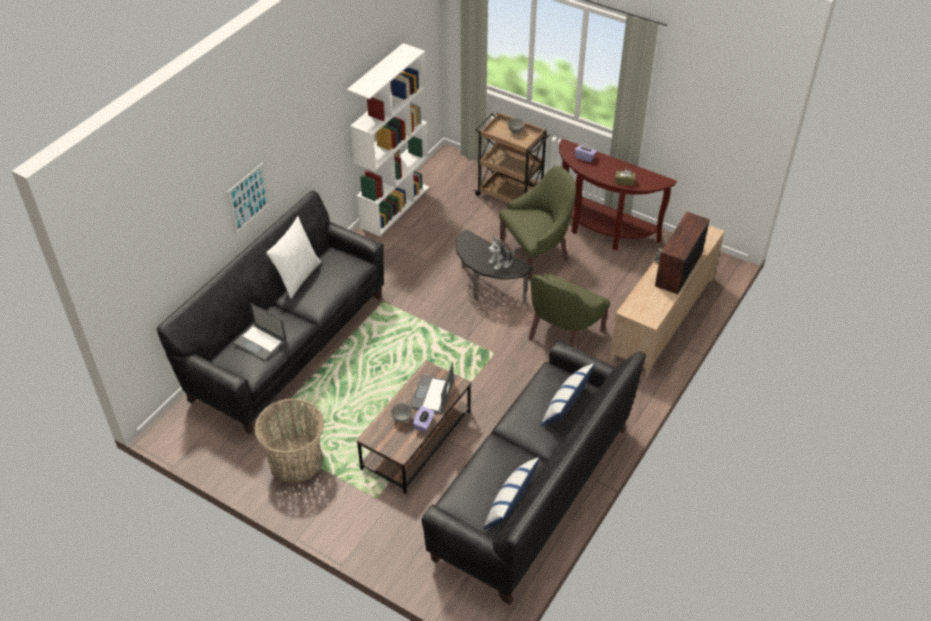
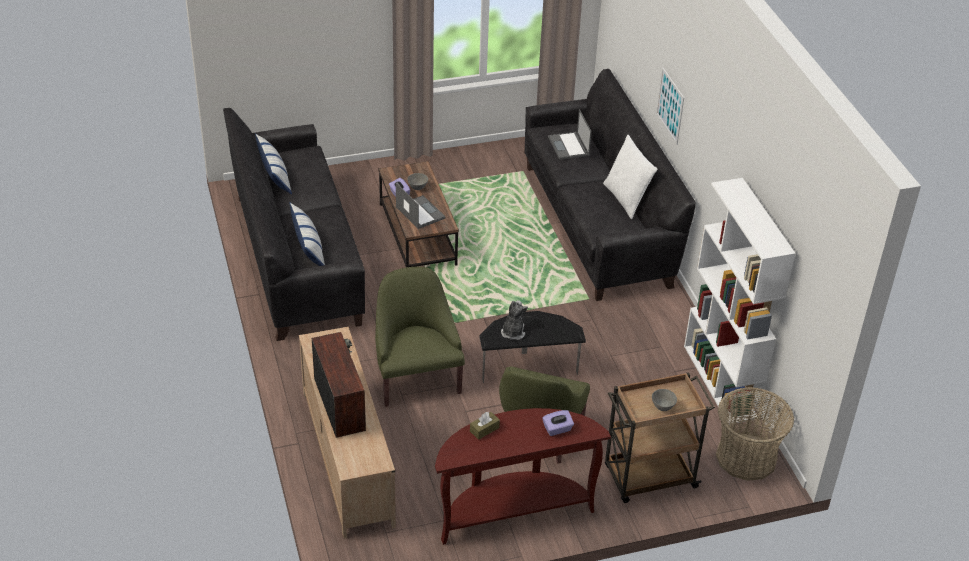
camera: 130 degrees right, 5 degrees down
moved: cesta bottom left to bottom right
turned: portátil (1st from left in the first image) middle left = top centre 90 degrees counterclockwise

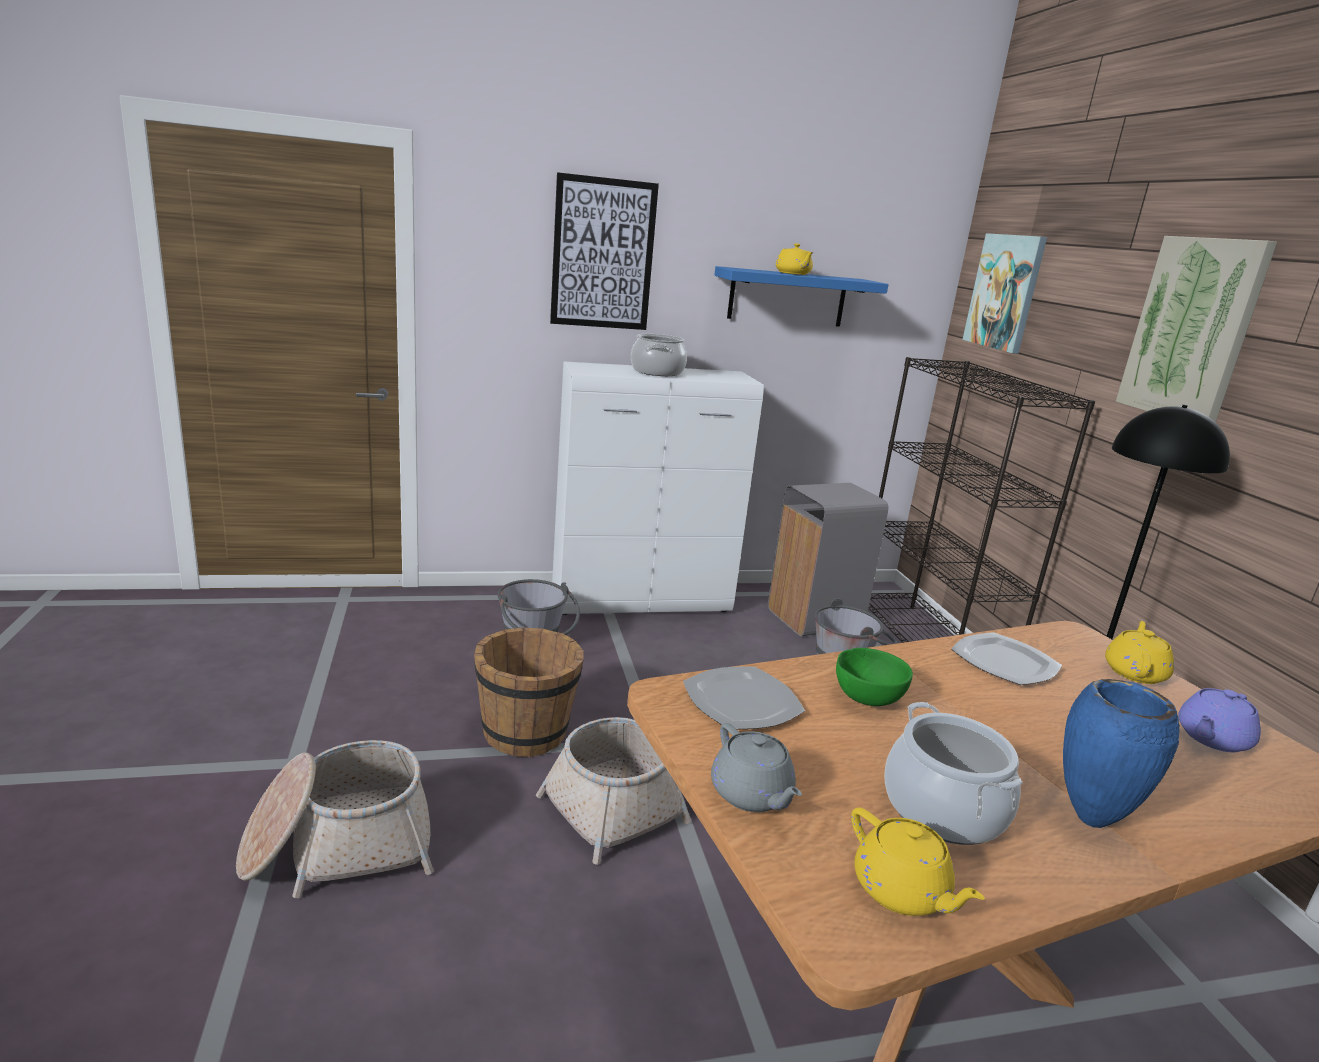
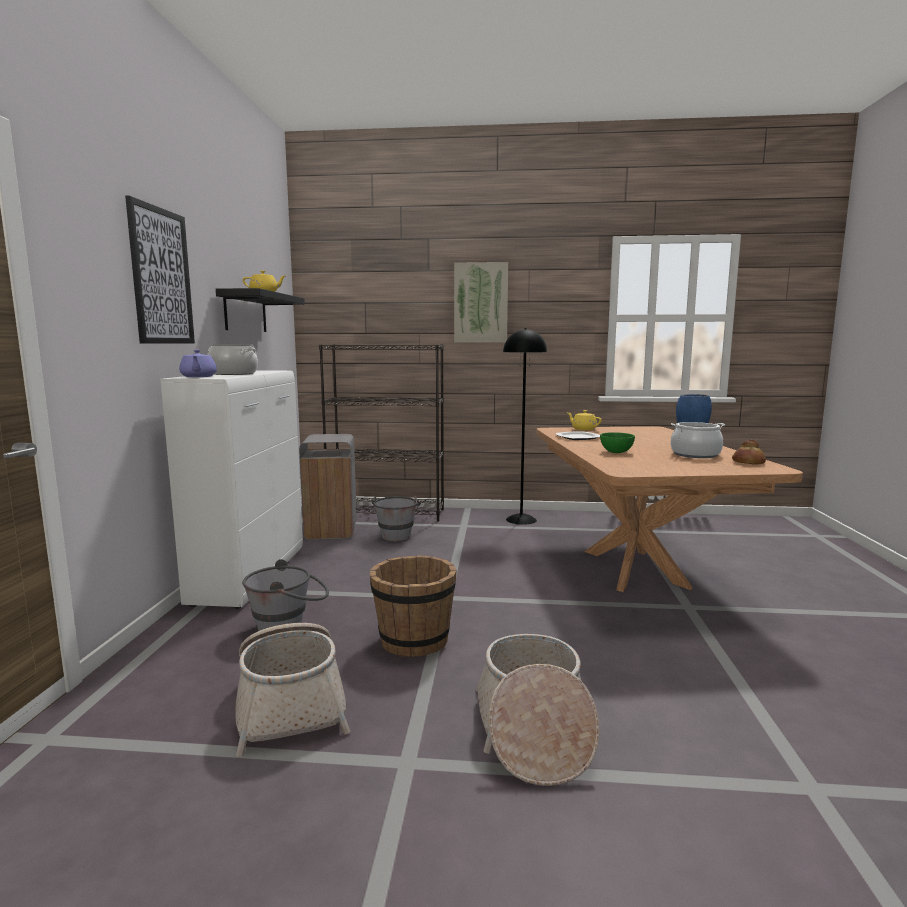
camera: 70 degrees left, 10 degrees down
removed: plato (1st from left) centre; tetera/gris bottom centre; cuadro (2nd from left) top right
moved: tetera/morado bottom right to middle left; cesta (2nd from left in the first image) bottom centre to cesta (1st from left) bottom left
replaced: tetera/amarillo (2nd from left) bottom right to pan middle right
recoloured: estante/azul top centre to estante/negro middle left

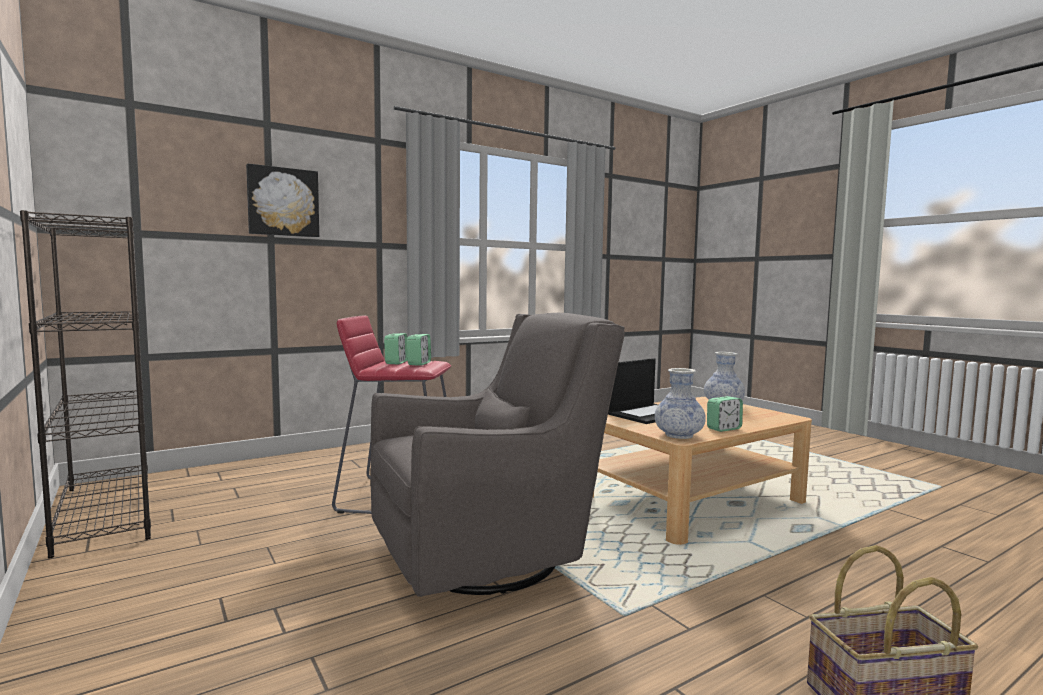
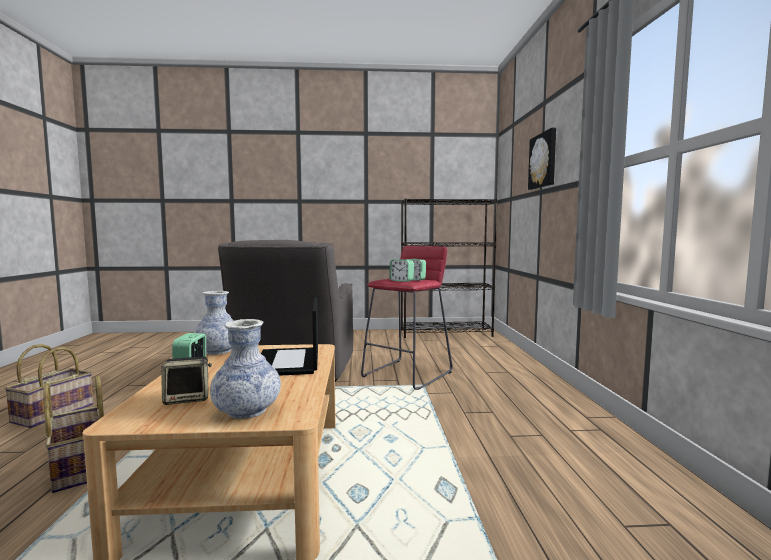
camera: 120 degrees right, 0 degrees up
added: cesta (2nd from left) bottom left; altavoz bottom left

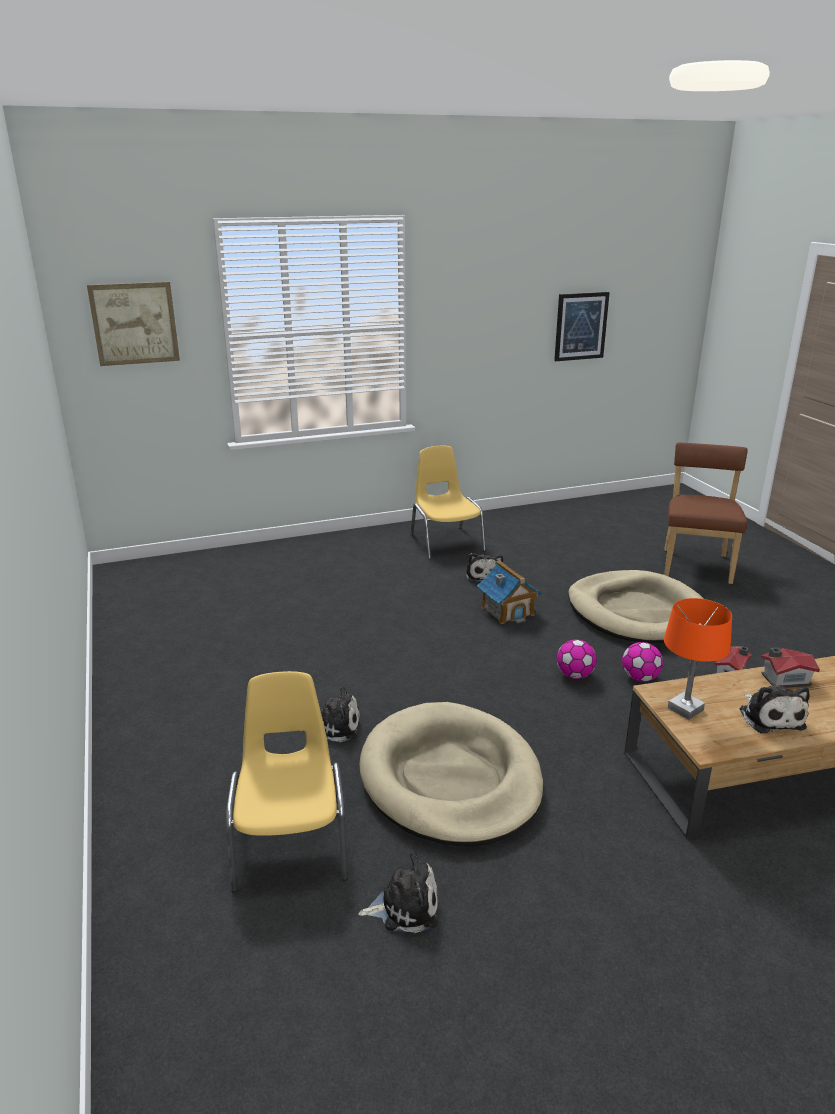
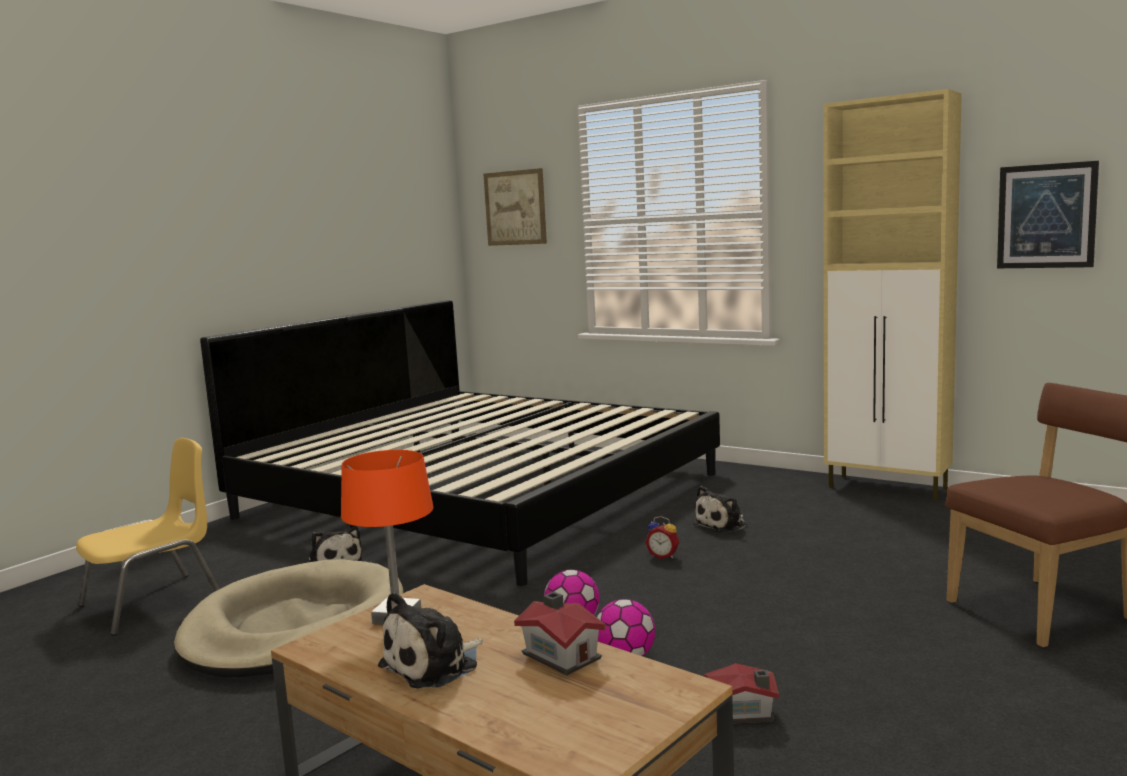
camera: 55 degrees right, 15 degrees down
removed: peluche (2nd from left) bottom centre; silla/amarillo (2nd from left) centre; cama para perro/beis (2nd from left) middle right
added: cama centre; armario/beis middle right
replaced: casita (1st from left) centre to despertador bottom centre

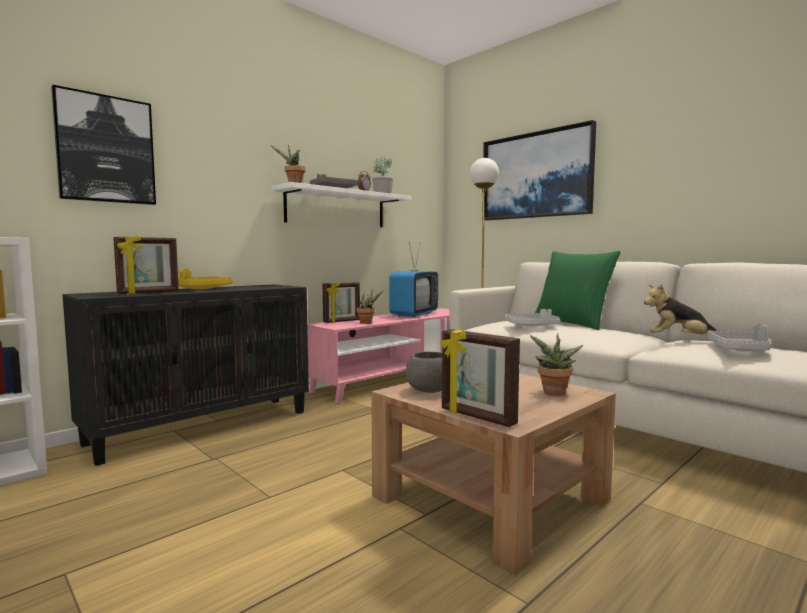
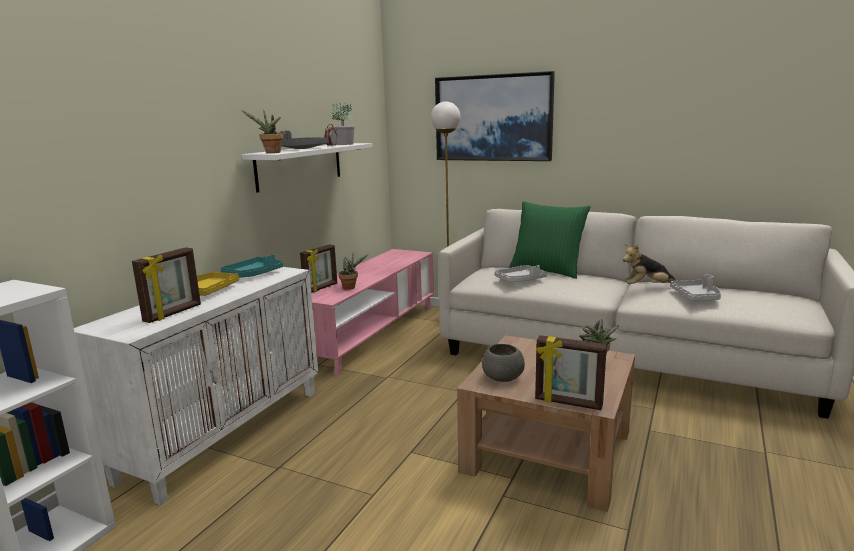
camera: 20 degrees left, 10 degrees up
removed: cuadro (1st from left) top left; televisor centre
added: bandeja/turquesa middle left
recoloured: armario/negro middle left to armario/blanco bottom left

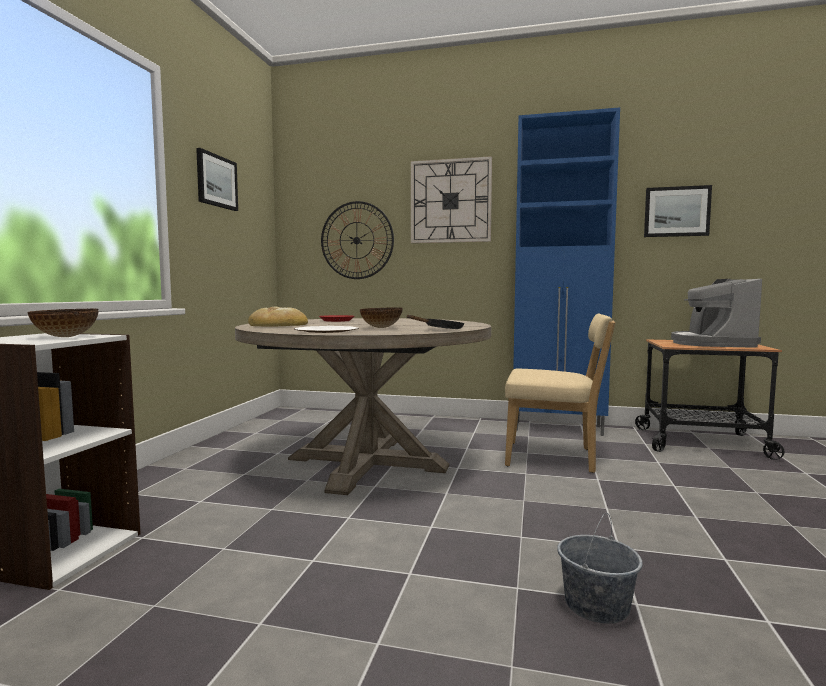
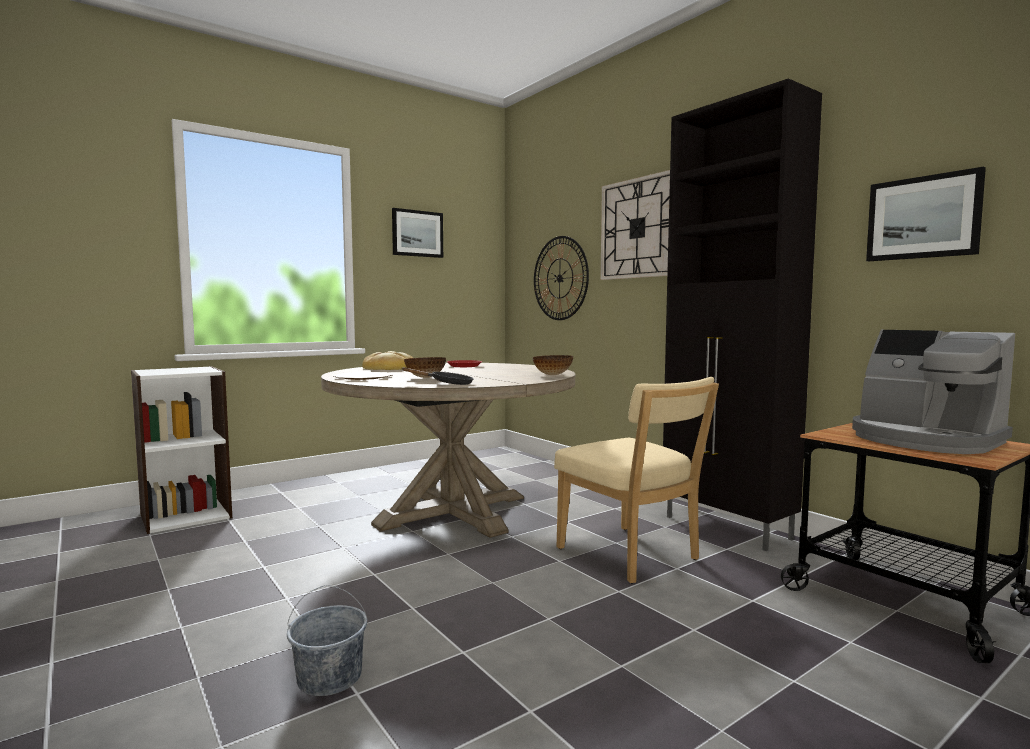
camera: 40 degrees right, 0 degrees up
moved: cuenco (1st from left in the first image) middle left to cuenco (2nd from left) centre
recoloured: armario/azul middle right to armario/negro middle right
turned: cafetera middle right = middle right 90 degrees counterclockwise

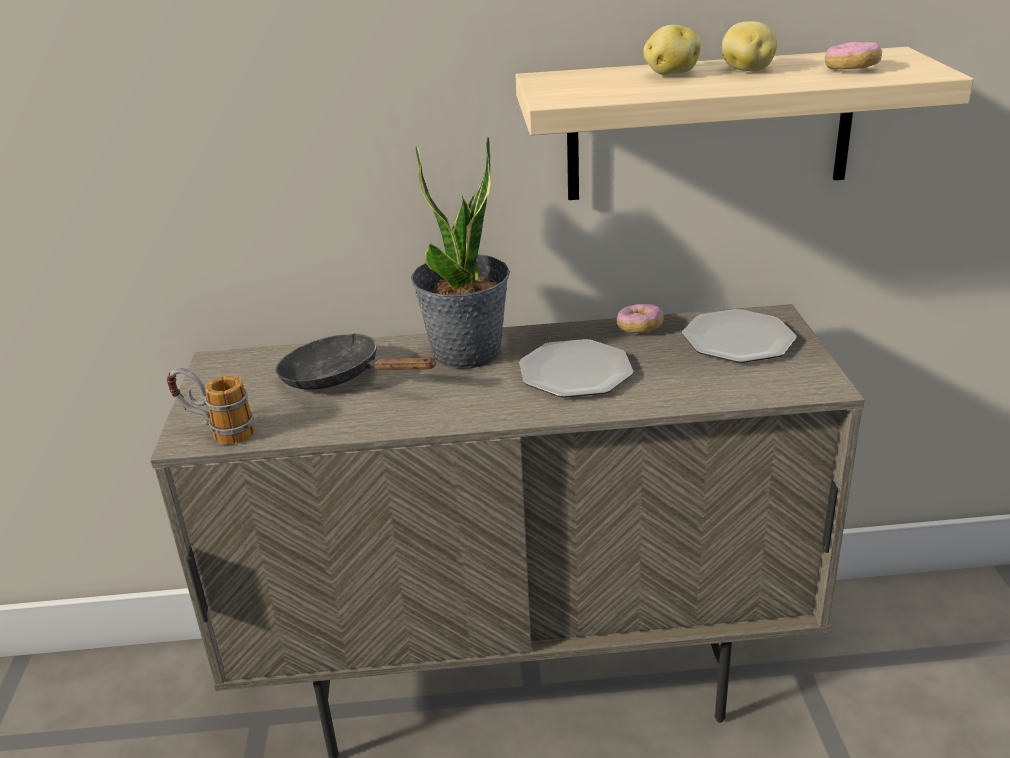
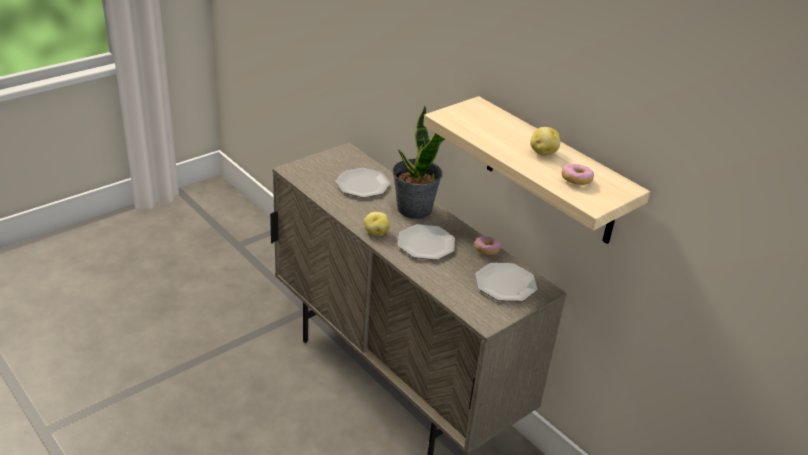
camera: 50 degrees right, 5 degrees up
removed: taza grande middle left
moved: patata (1st from left) top centre to centre
replaced: sartén/negro centre to plato (1st from left) centre

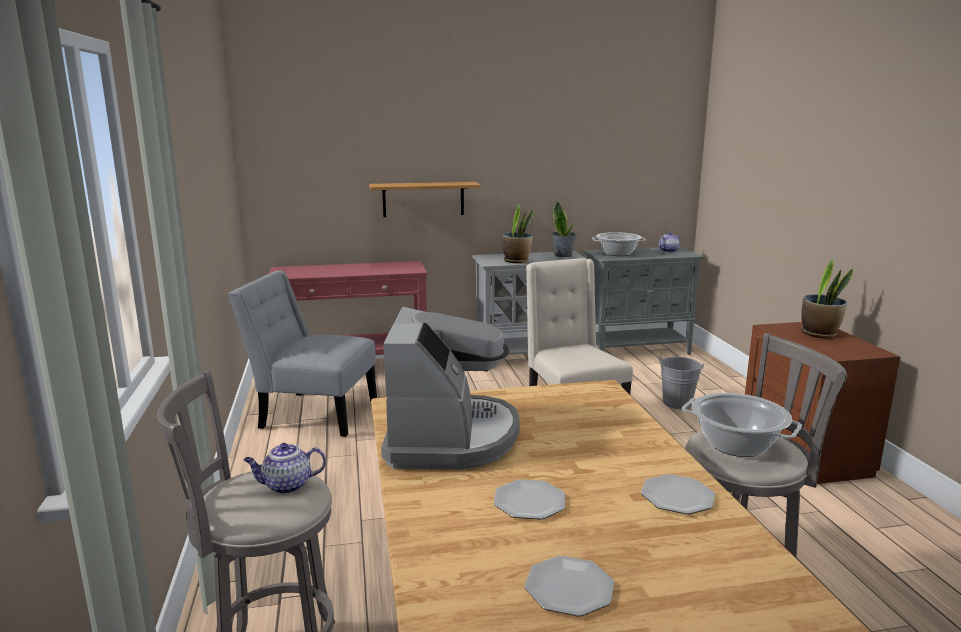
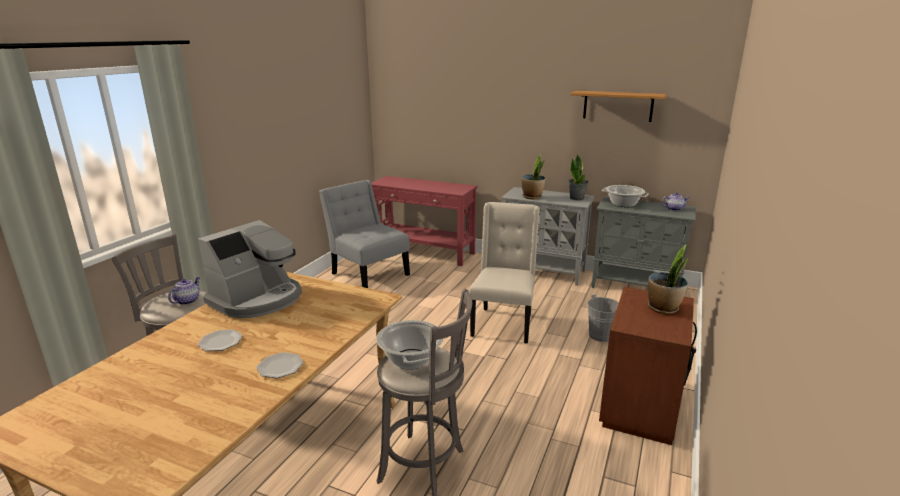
camera: 35 degrees right, 5 degrees up
removed: plato (2nd from left) bottom centre
moved: estante top centre to top right
turned: tetera (1st from left) bottom left = middle left 90 degrees clockwise

